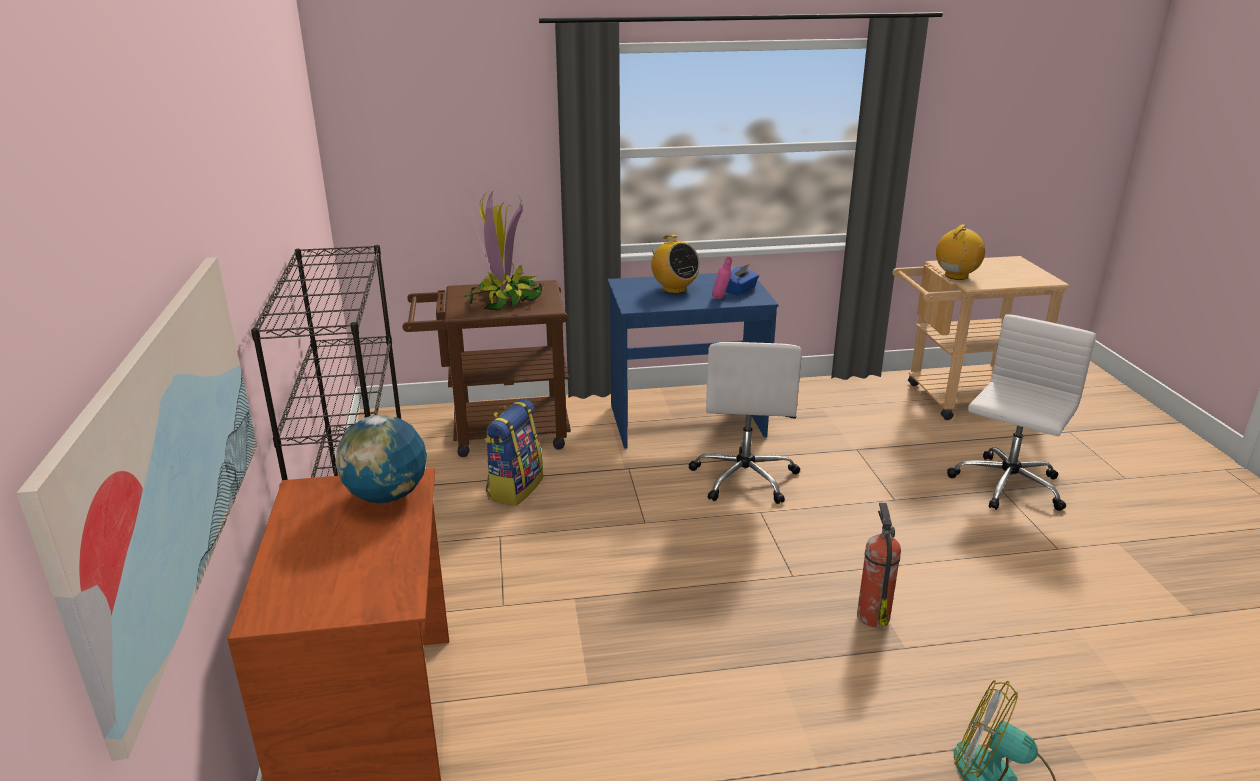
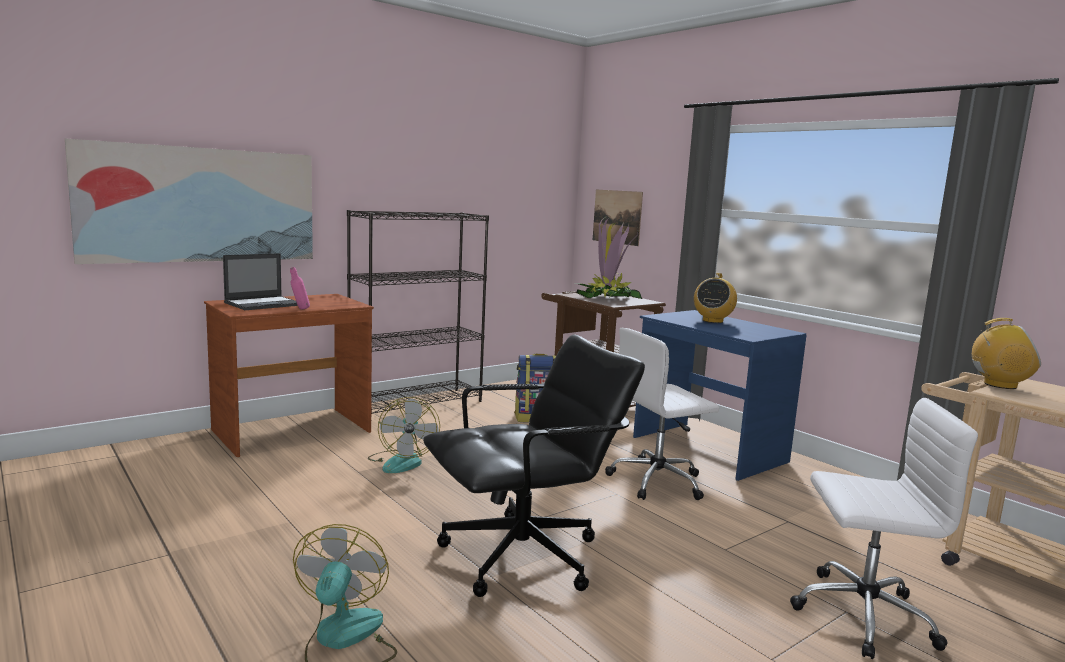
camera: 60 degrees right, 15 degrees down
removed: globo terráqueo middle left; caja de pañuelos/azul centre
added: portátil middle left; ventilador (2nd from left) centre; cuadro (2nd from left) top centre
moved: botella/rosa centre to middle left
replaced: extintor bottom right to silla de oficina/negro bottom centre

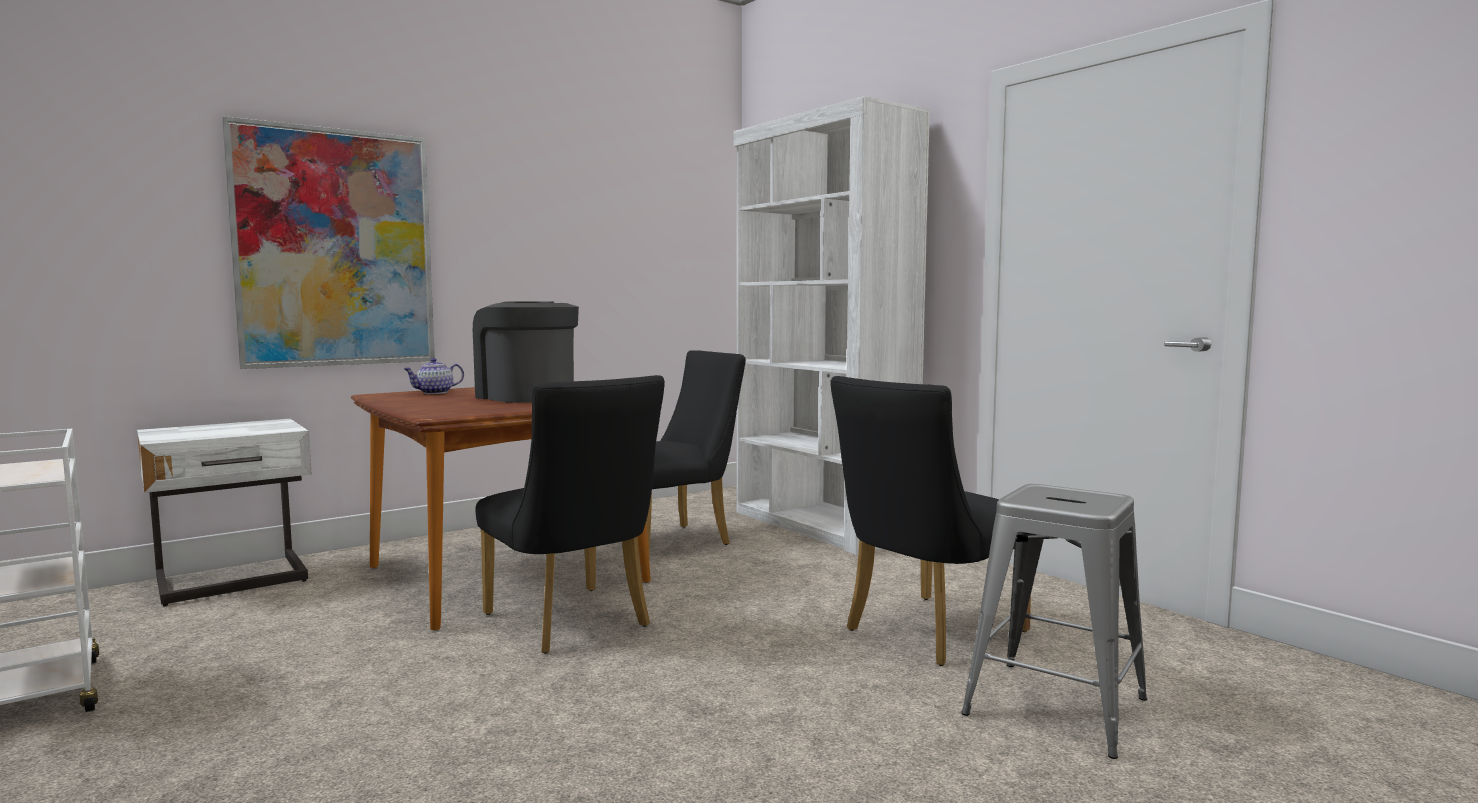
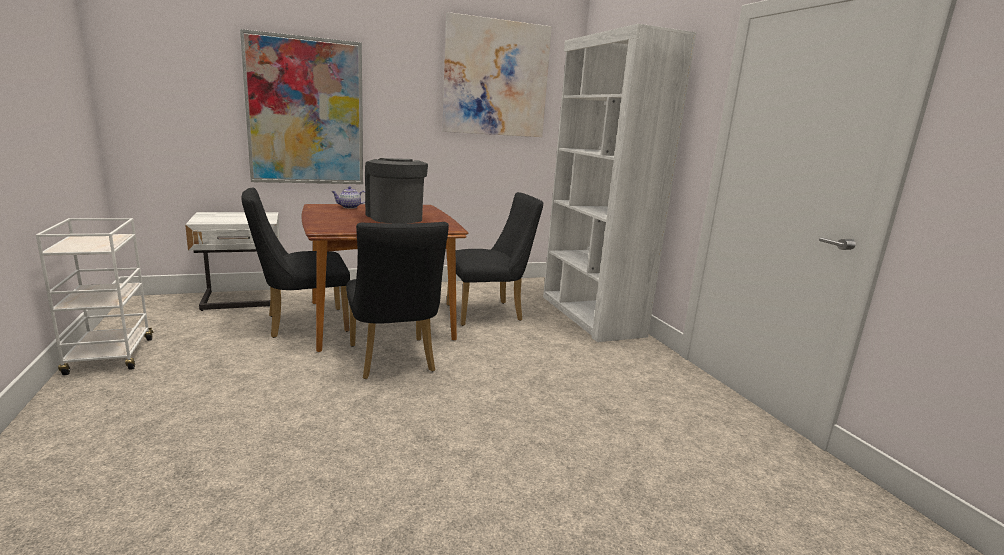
camera: 15 degrees right, 10 degrees up
removed: taburete/gris bottom right
added: cuadro (2nd from left) top centre
moved: silla/negro (3rd from left in the first image) centre to silla/negro (1st from left) middle left

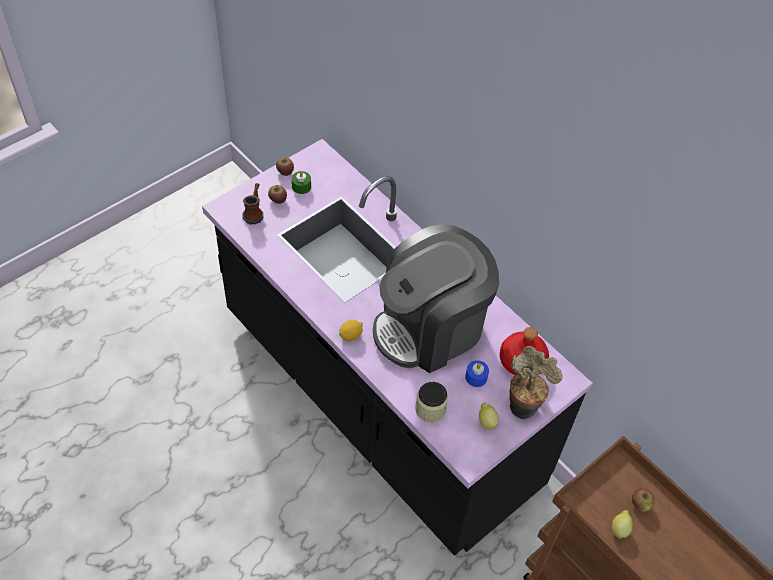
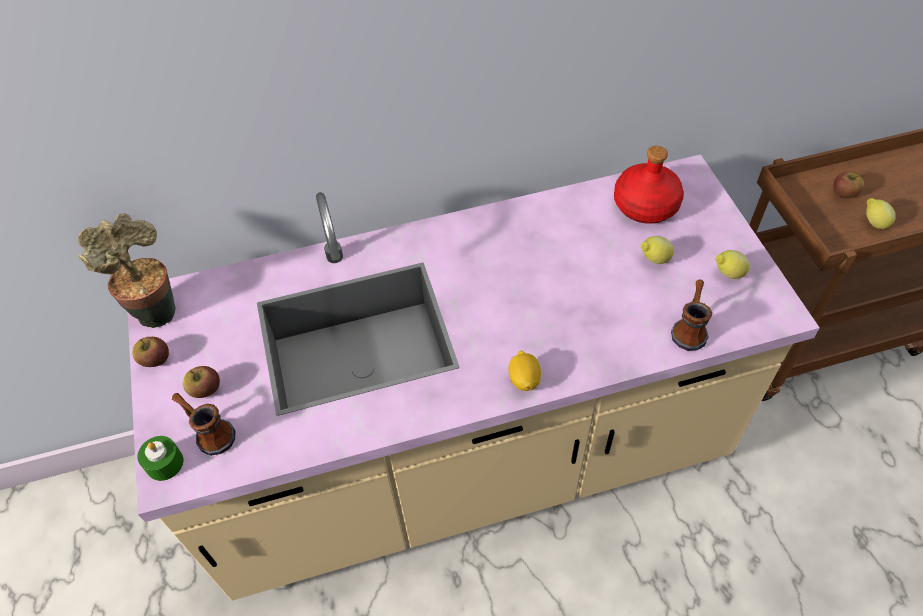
camera: 60 degrees left, 0 degrees up
removed: cafetera centre
moved: planta en maceta middle right to middle left; vela/verde top centre to bottom left
replaced: vela/azul centre to limón (2nd from left) middle right; tarro bottom centre to taza grande (2nd from left) middle right
recoloured: mueble bajo de cocina/negro centre to mueble bajo de cocina/beis centre

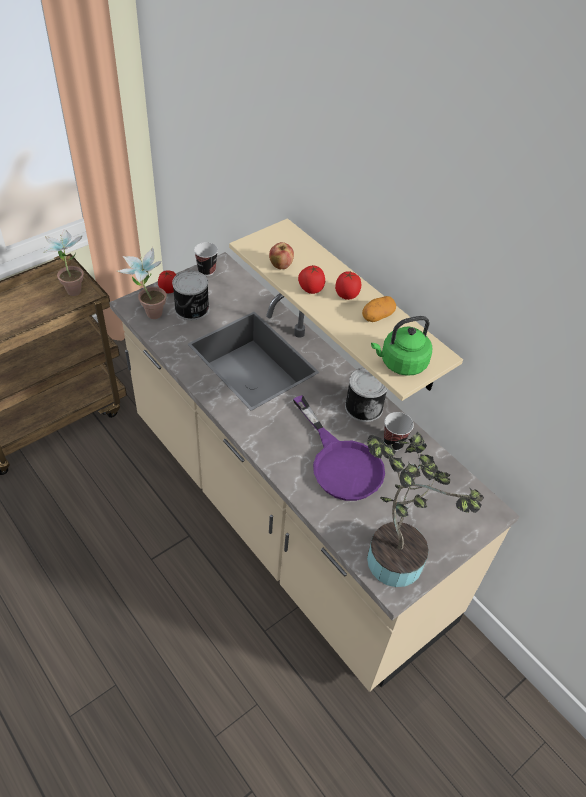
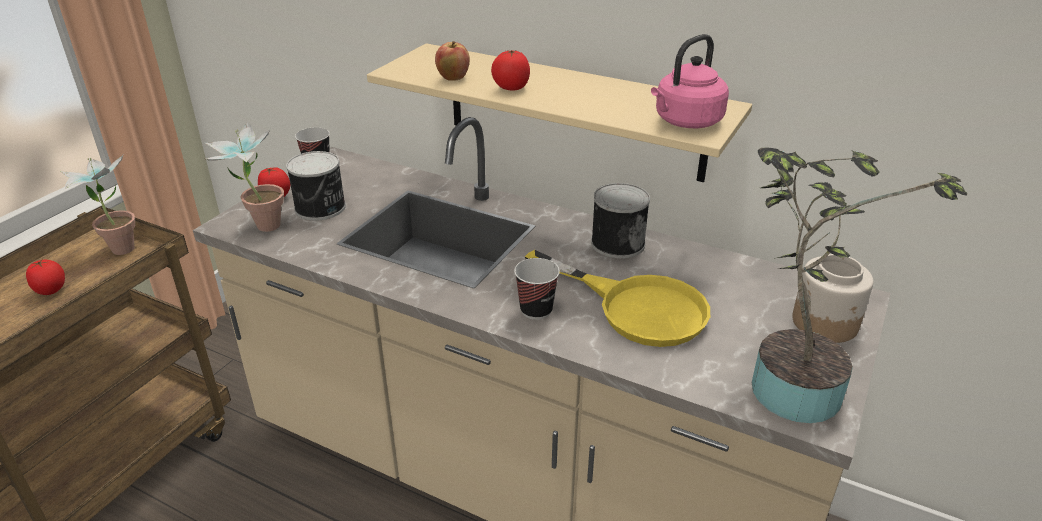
camera: 20 degrees left, 15 degrees down
removed: patata centre
added: tarro middle right
moved: tomate (3rd from left in the first image) centre to tomate (1st from left) middle left; taza (2nd from left) middle right to centre
recoloured: sartén/morado centre to sartén/amarillo centre; hervidor/verde middle right to hervidor/rosa top centre

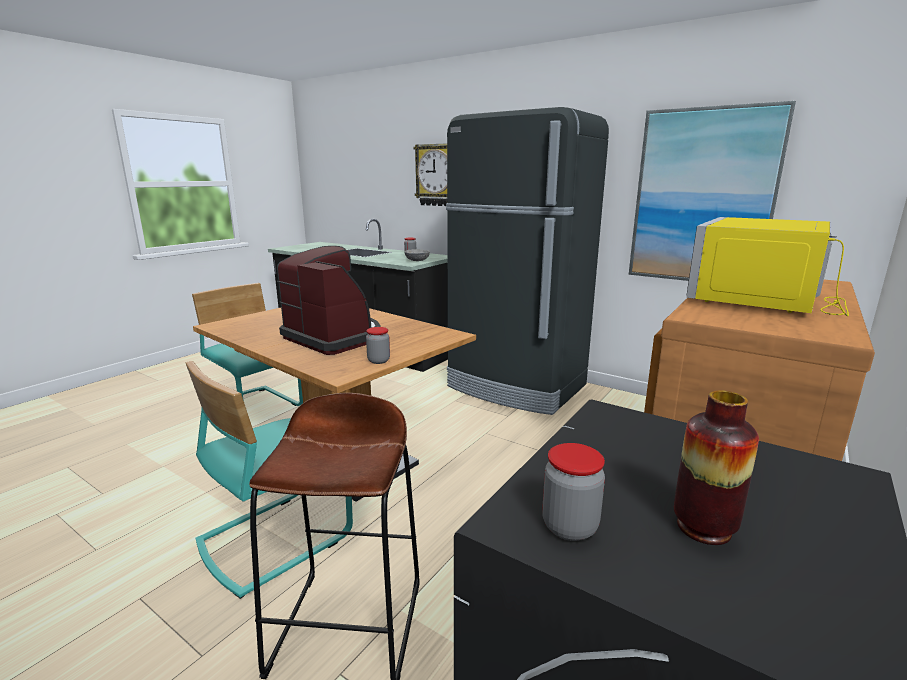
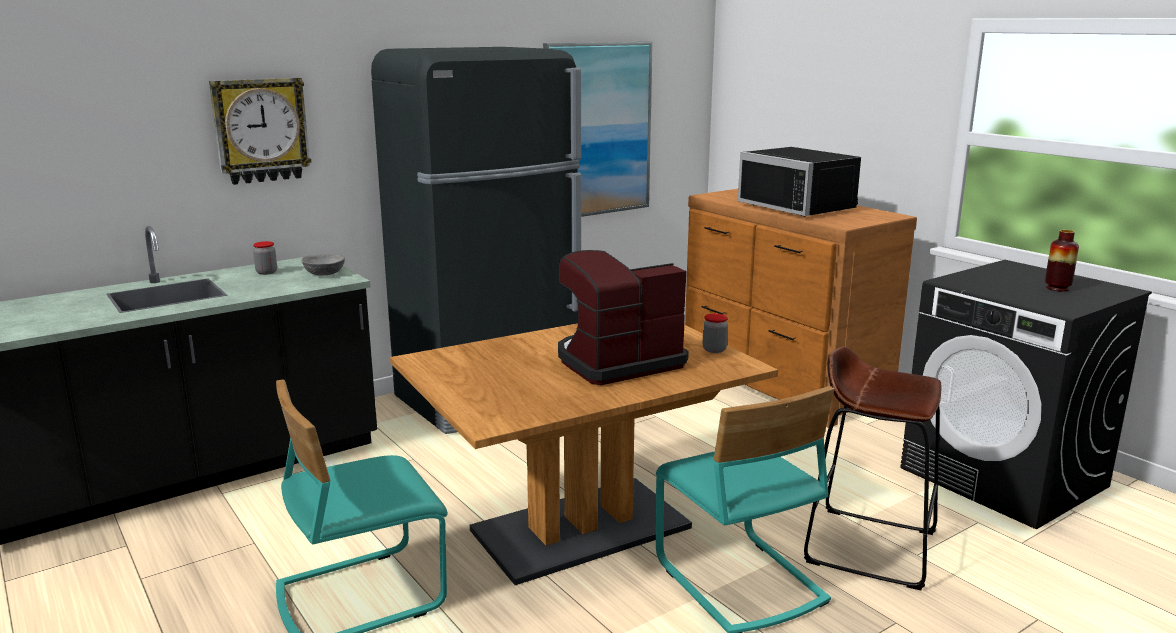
camera: 70 degrees left, 0 degrees up
removed: tarro (3rd from left) bottom centre
recoloured: microondas/amarillo middle right to microondas/negro top right

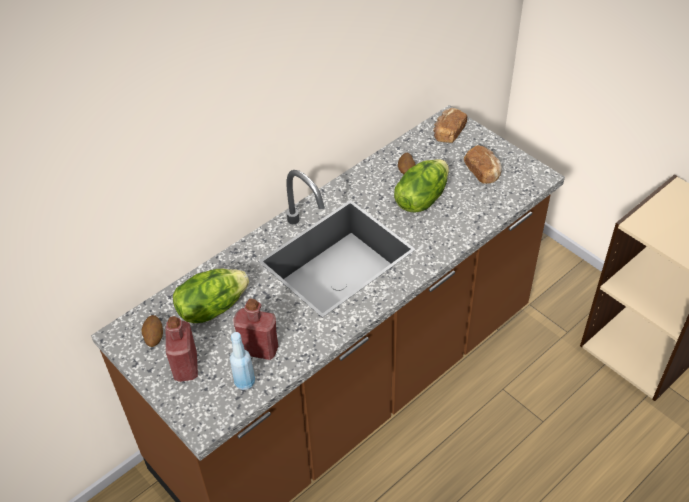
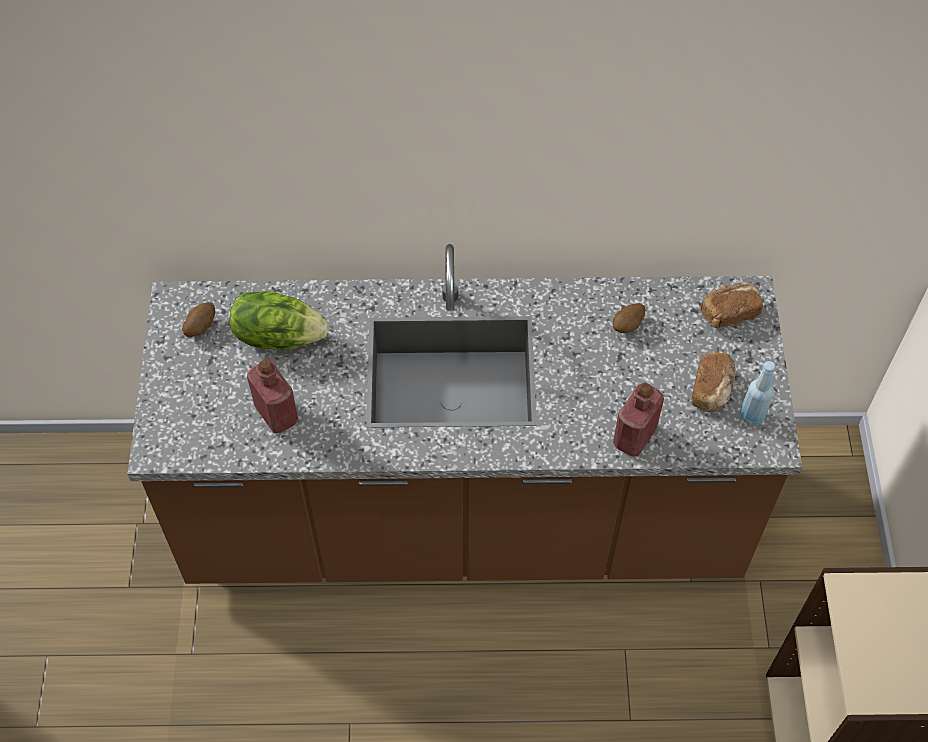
camera: 40 degrees right, 10 degrees up
removed: lechuga (2nd from left) centre
moved: botella/rojo (1st from left in the first image) bottom left to botella/rojo (2nd from left) middle right; botella/azul bottom centre to middle right

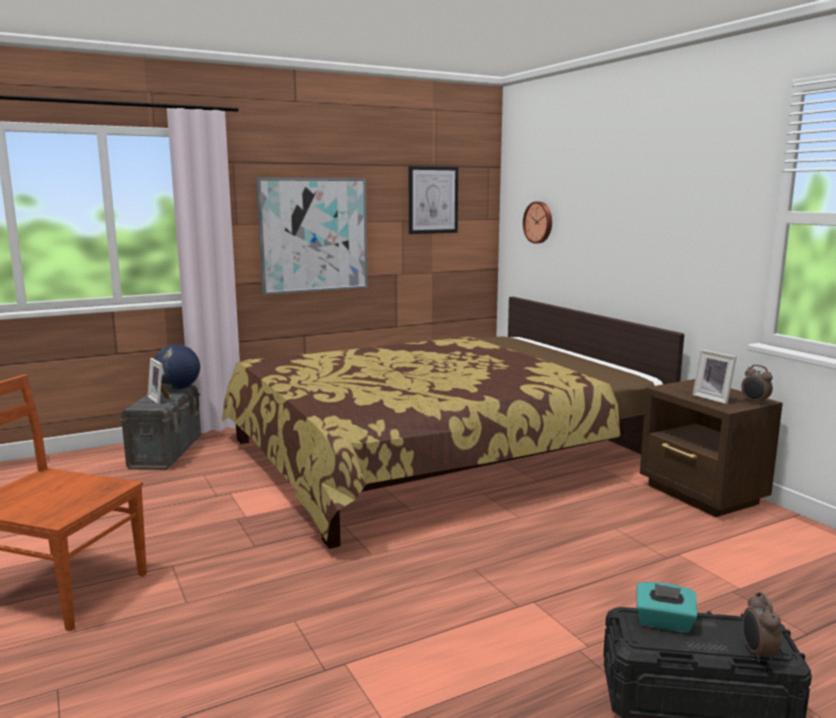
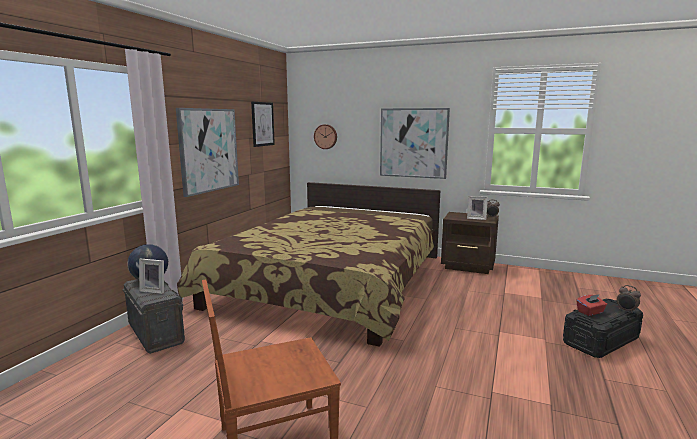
camera: 40 degrees left, 0 degrees up
added: cuadro (3rd from left) top centre
recoloured: caja de pañuelos/turquesa bottom right to caja de pañuelos/rojo bottom right

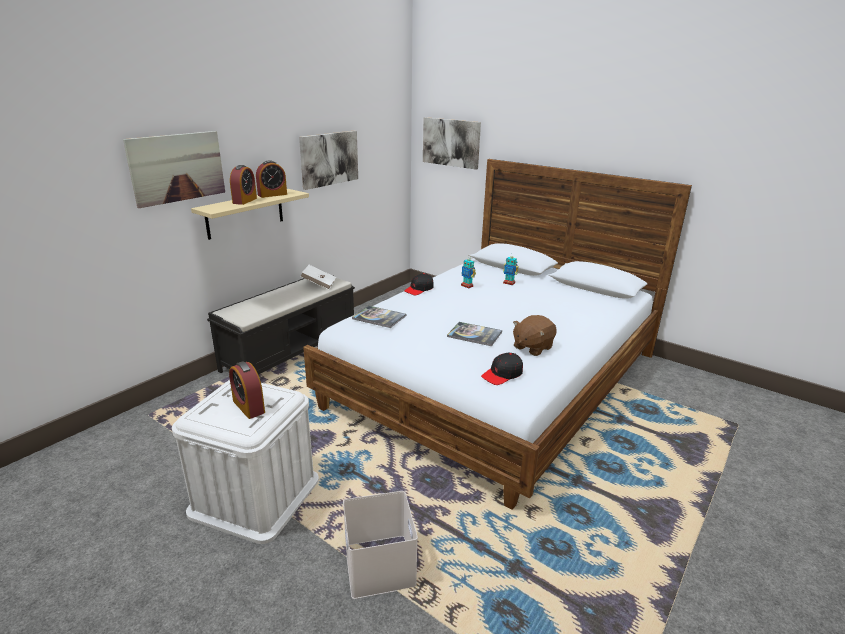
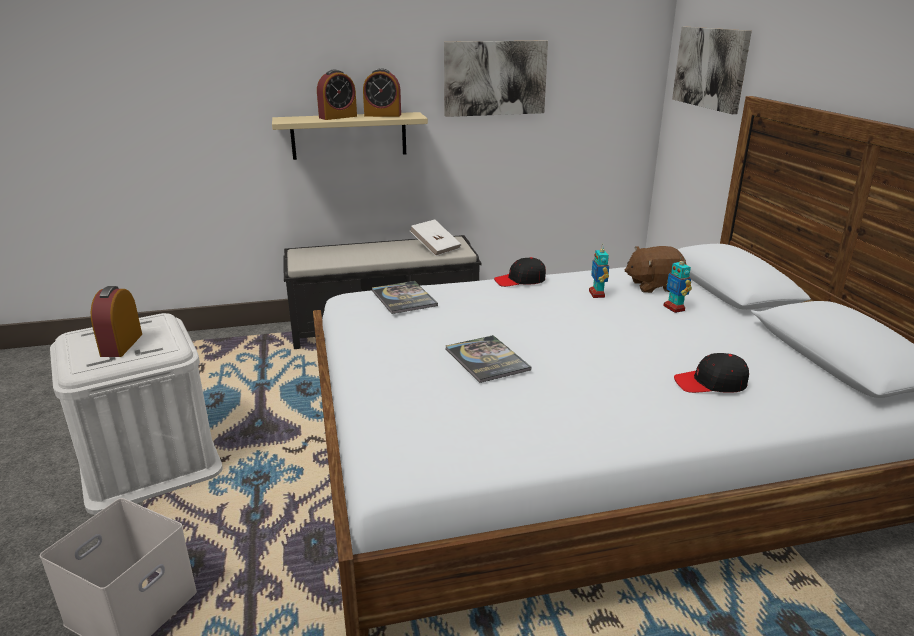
camera: 40 degrees right, 0 degrees up
removed: cuadro (1st from left) top left
moved: peluche/marrón centre to middle right; gorra/negro (2nd from left) centre to middle right

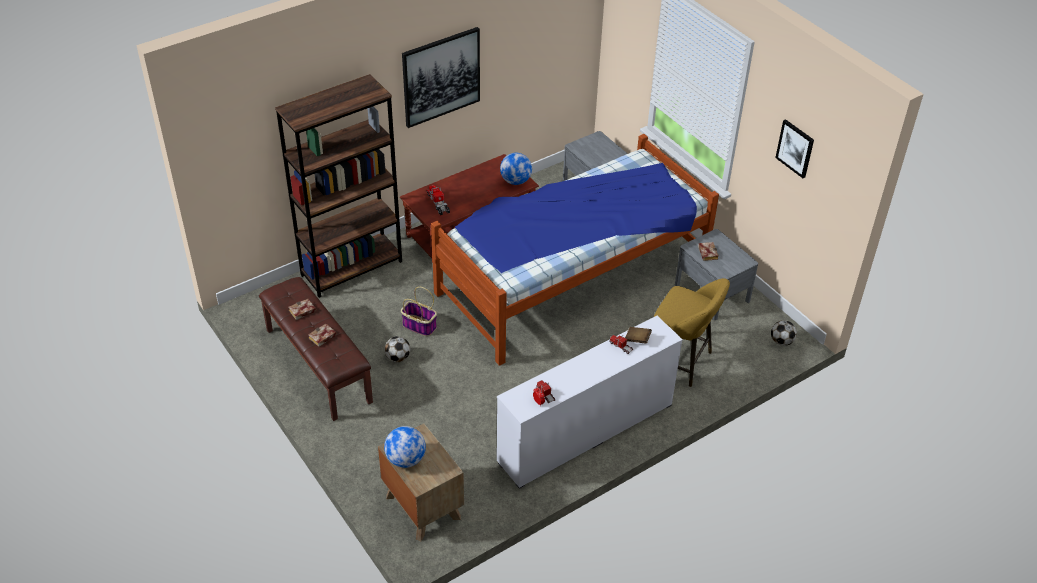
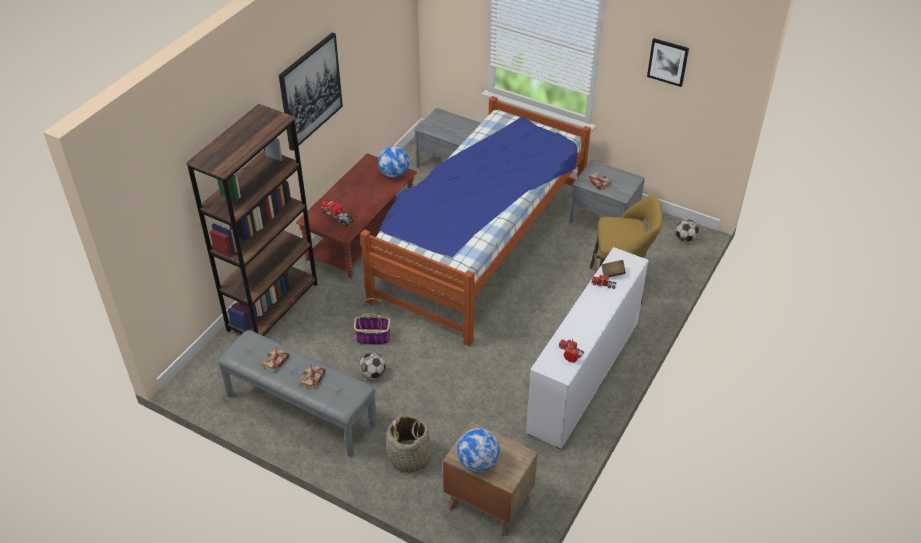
camera: 25 degrees left, 0 degrees up
added: cesta (2nd from left) bottom centre
recoloured: banco/marrón middle left to banco/gris bottom left

